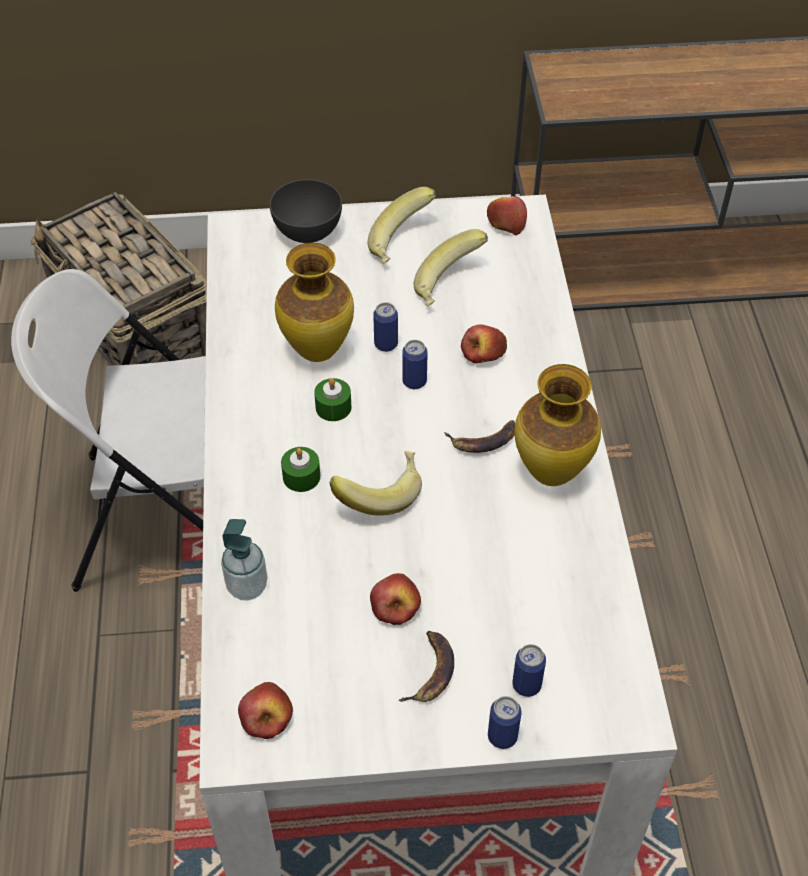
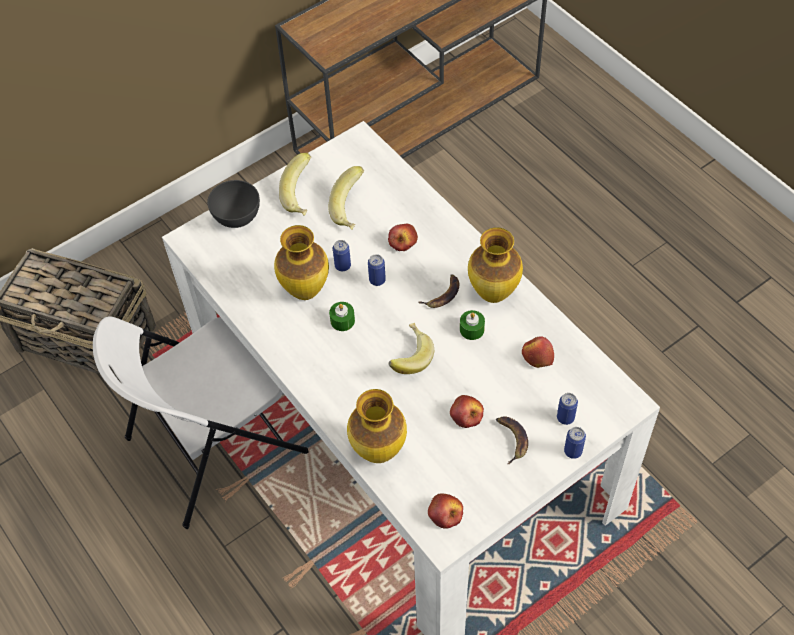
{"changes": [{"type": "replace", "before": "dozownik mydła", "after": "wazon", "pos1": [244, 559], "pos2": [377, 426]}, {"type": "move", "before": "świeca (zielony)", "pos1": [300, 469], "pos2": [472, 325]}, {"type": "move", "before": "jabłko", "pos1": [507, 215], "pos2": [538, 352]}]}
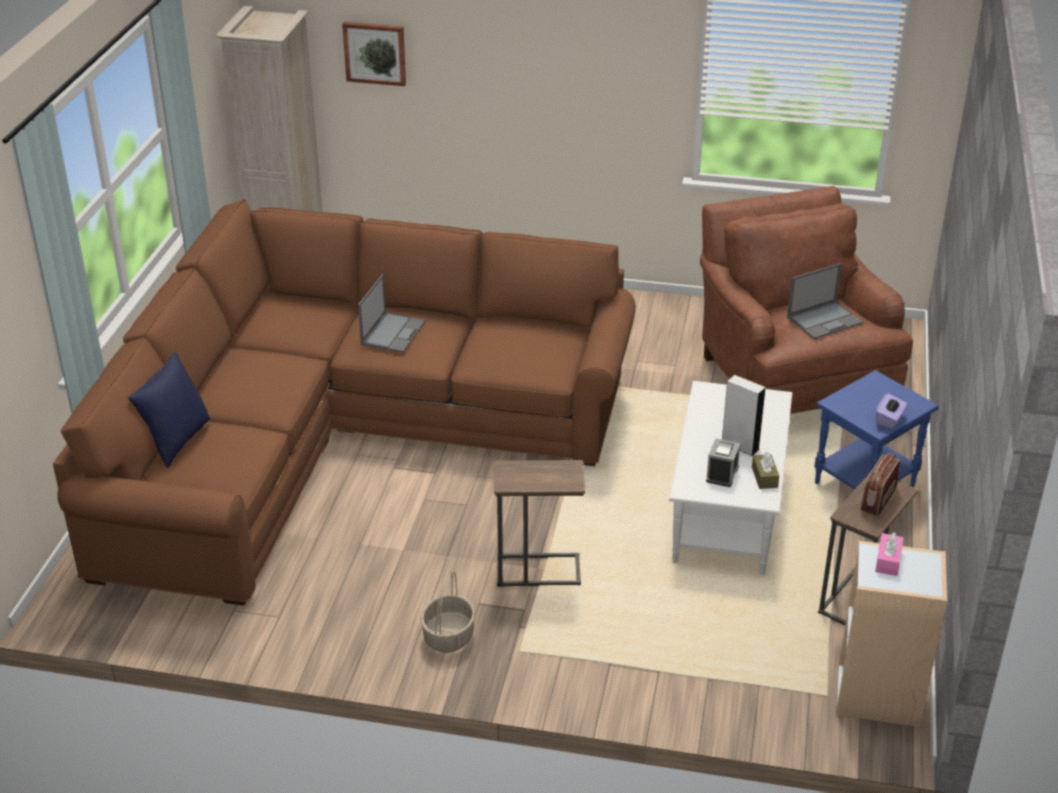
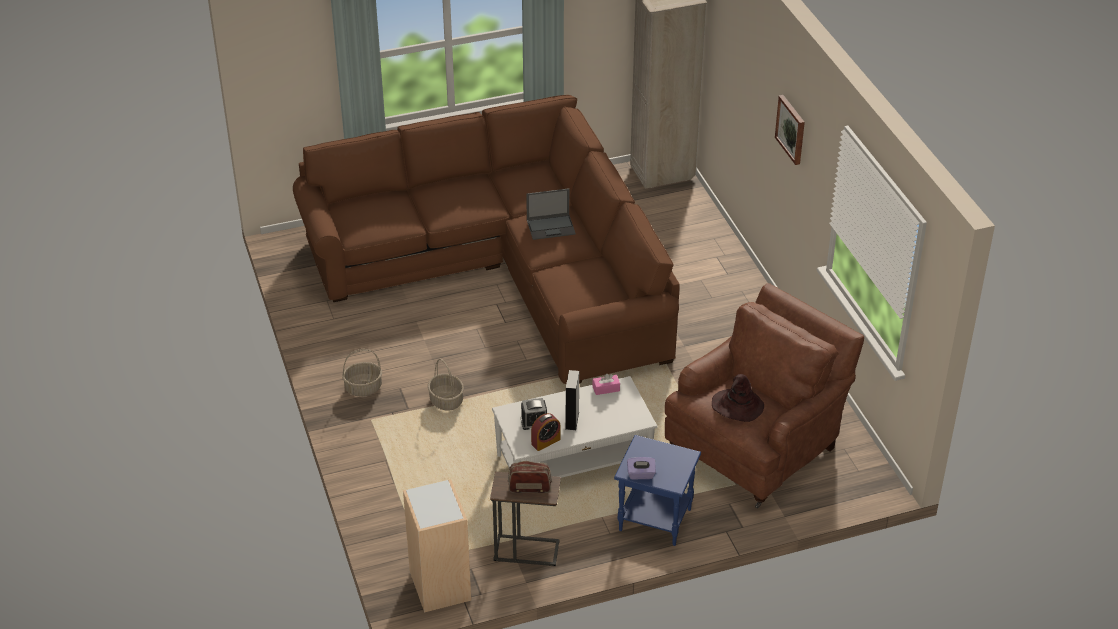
{"changes": [{"type": "replace", "before": "stolik (brązowy)", "after": "koszyk", "pos1": [539, 523], "pos2": [446, 384]}, {"type": "replace", "before": "pudełko chusteczek (brązowy)", "after": "budzik", "pos1": [765, 470], "pos2": [546, 432]}, {"type": "move", "before": "pudełko chusteczek (różowy)", "pos1": [889, 554], "pos2": [606, 384]}, {"type": "replace", "before": "laptop", "after": "kapelusz (brązowy)", "pos1": [825, 301], "pos2": [738, 398]}, {"type": "move", "before": "obraz", "pos1": [374, 54], "pos2": [790, 130]}, {"type": "delete", "before": "poduszka (niebieski)", "pos1": [169, 410]}]}
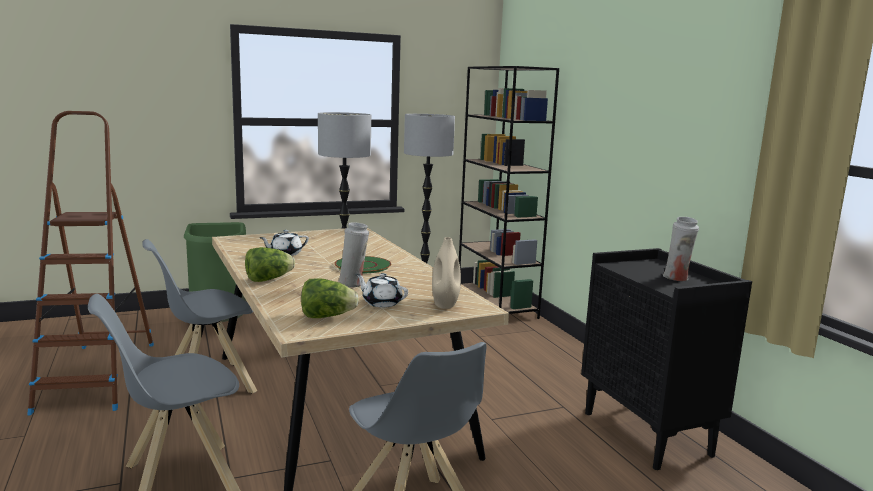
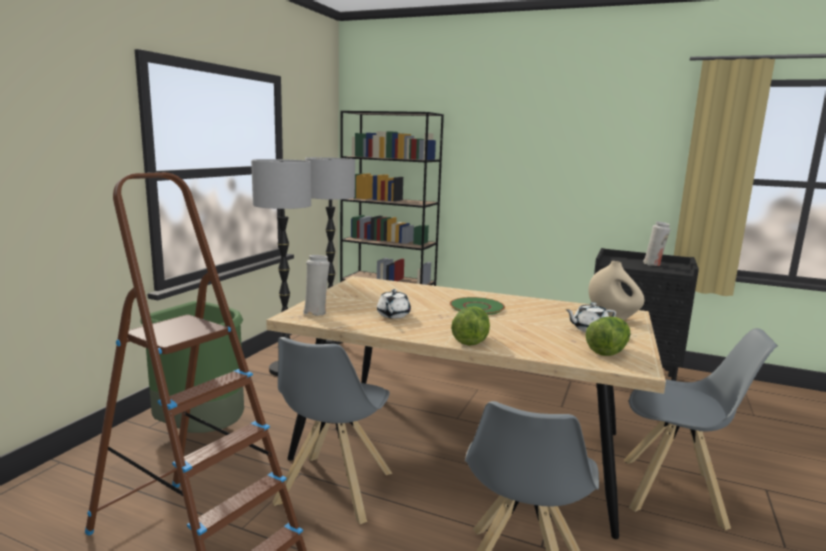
{"changes": [{"type": "move", "before": "wazon (biały)", "pos1": [353, 255], "pos2": [316, 285]}]}
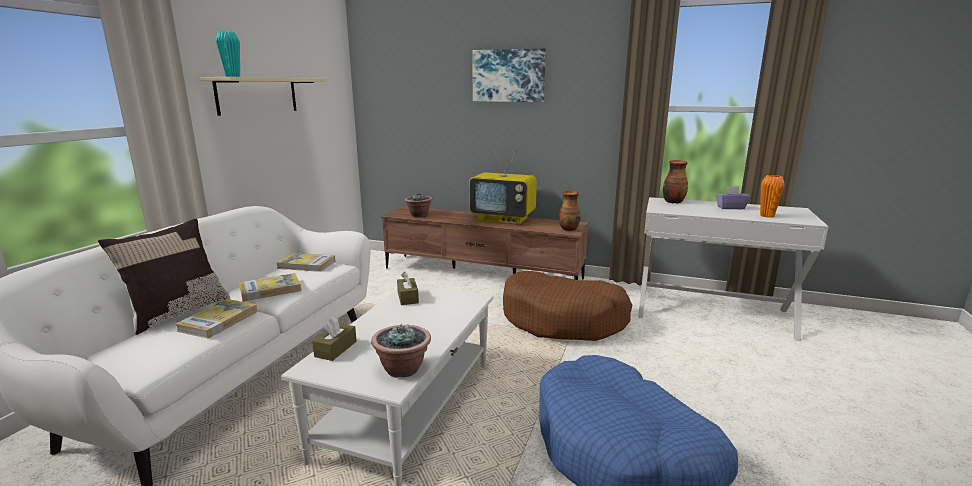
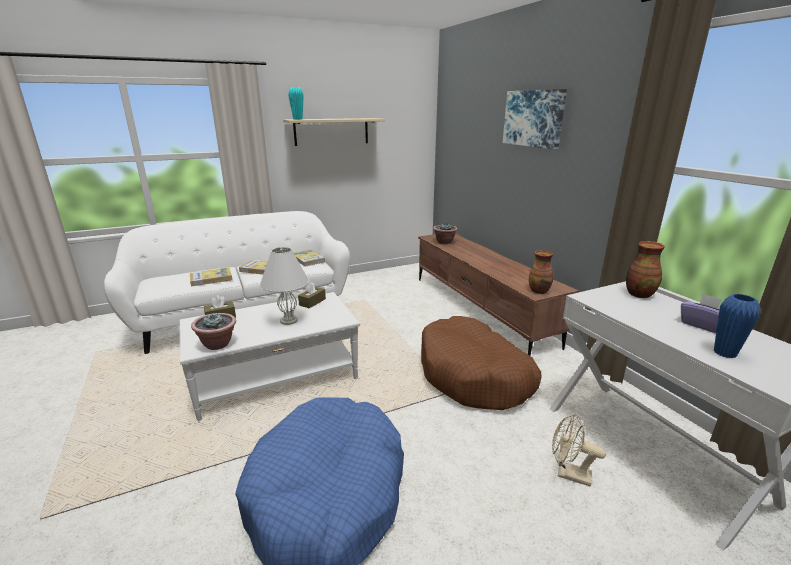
{"changes": [{"type": "insert", "after": "lampa stołowa (biały)", "pos2": [284, 286]}, {"type": "insert", "after": "wentylator (beżowy)", "pos2": [579, 450]}, {"type": "recolor", "before": "wazon (pomarańczowy)", "after": "wazon (niebieski)", "pos1": [772, 196], "pos2": [737, 326]}, {"type": "delete", "before": "poduszka", "pos1": [164, 277]}, {"type": "delete", "before": "telewizor", "pos1": [503, 186]}]}
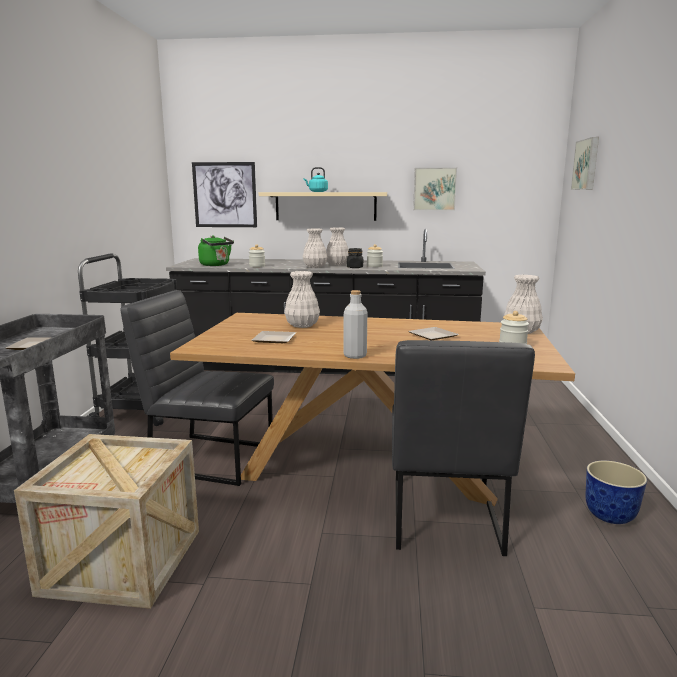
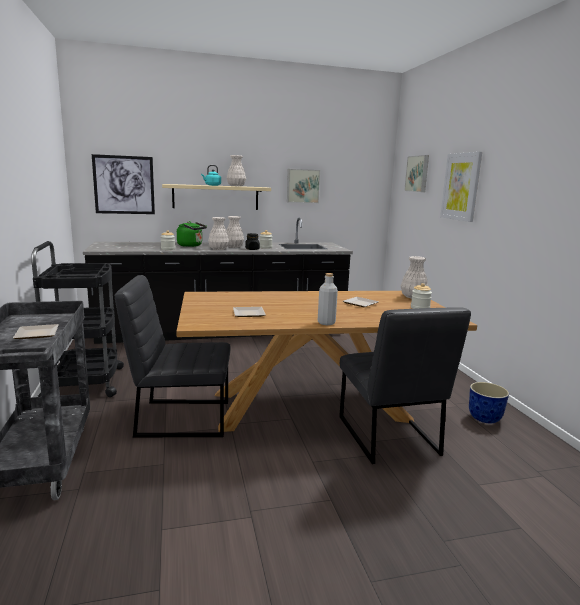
{"changes": [{"type": "move", "before": "czajnik (zielony)", "pos1": [216, 250], "pos2": [192, 234]}, {"type": "move", "before": "wazon (biały)", "pos1": [302, 299], "pos2": [236, 171]}, {"type": "insert", "after": "obraz", "pos2": [461, 187]}, {"type": "delete", "before": "skrzynka", "pos1": [106, 521]}]}
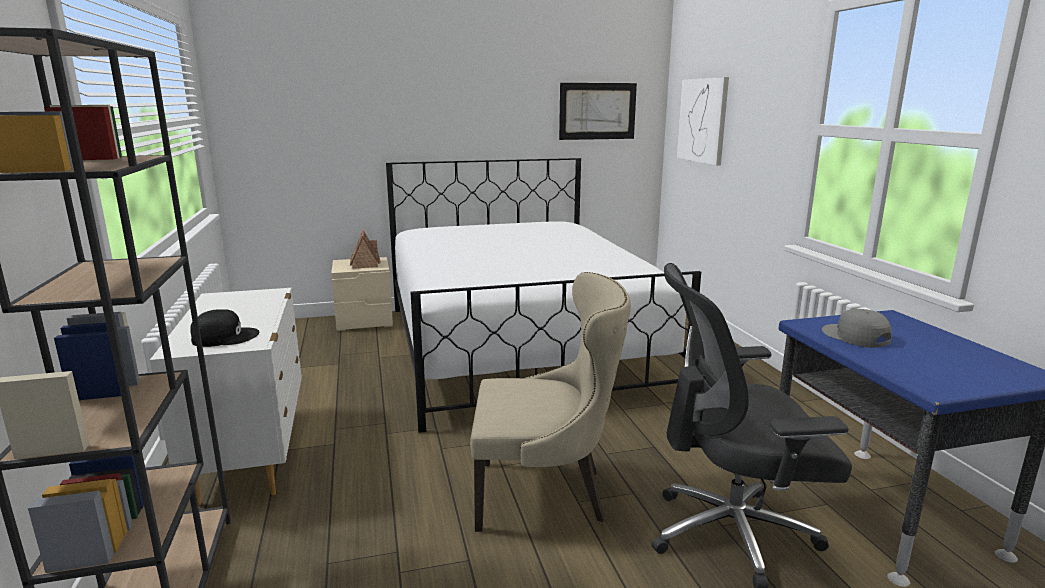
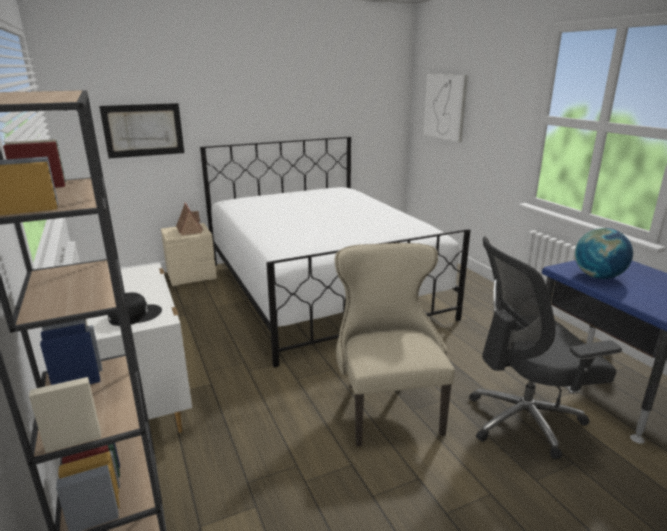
{"changes": [{"type": "move", "before": "obraz", "pos1": [598, 111], "pos2": [141, 130]}, {"type": "rotate", "before": "krzesło (beżowy)", "pos1": [550, 402], "pos2": [395, 345], "turn": -90}, {"type": "replace", "before": "czapka z daszkiem (szary)", "after": "globus", "pos1": [857, 328], "pos2": [604, 253]}]}
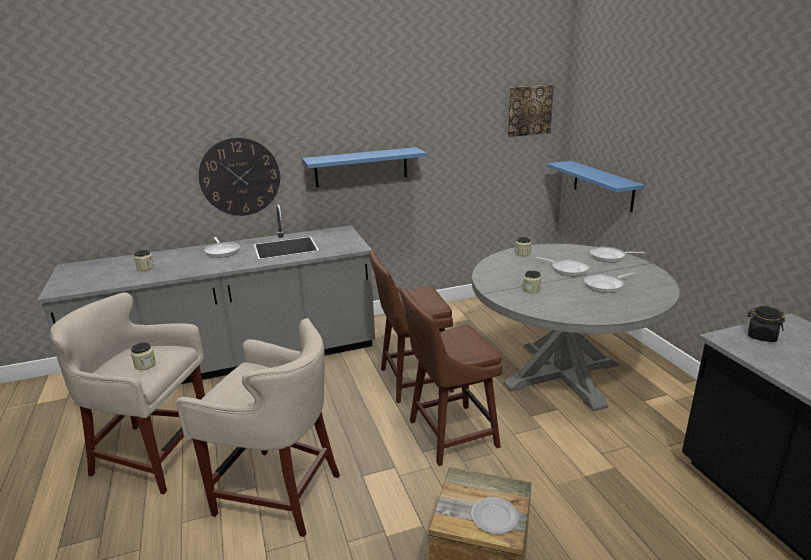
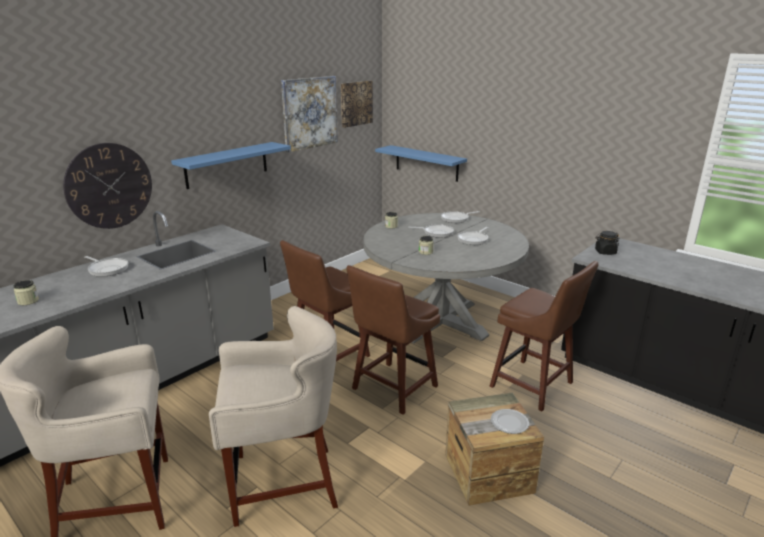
{"changes": [{"type": "insert", "after": "obraz", "pos2": [309, 114]}, {"type": "insert", "after": "krzesło (brązowy)", "pos2": [544, 336]}, {"type": "delete", "before": "słoik", "pos1": [143, 356]}]}
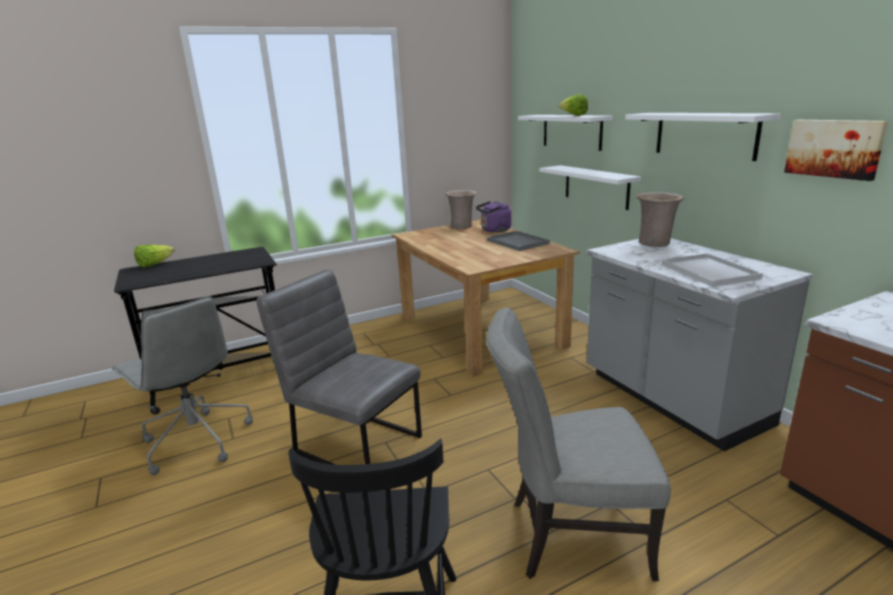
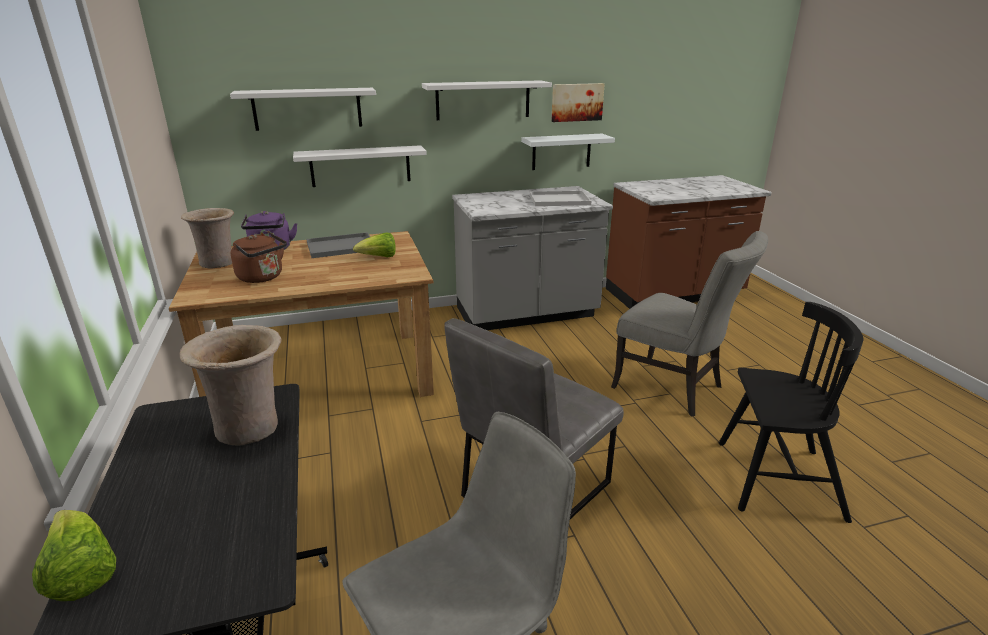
{"changes": [{"type": "move", "before": "wazon (beżowy)", "pos1": [660, 219], "pos2": [230, 385]}, {"type": "insert", "after": "czajnik (brązowy)", "pos2": [259, 258]}, {"type": "move", "before": "sałata", "pos1": [573, 105], "pos2": [374, 245]}, {"type": "insert", "after": "półka (biały)", "pos2": [568, 152]}, {"type": "rotate", "before": "krzesło (szary)", "pos1": [578, 444], "pos2": [689, 324], "turn": -60}]}
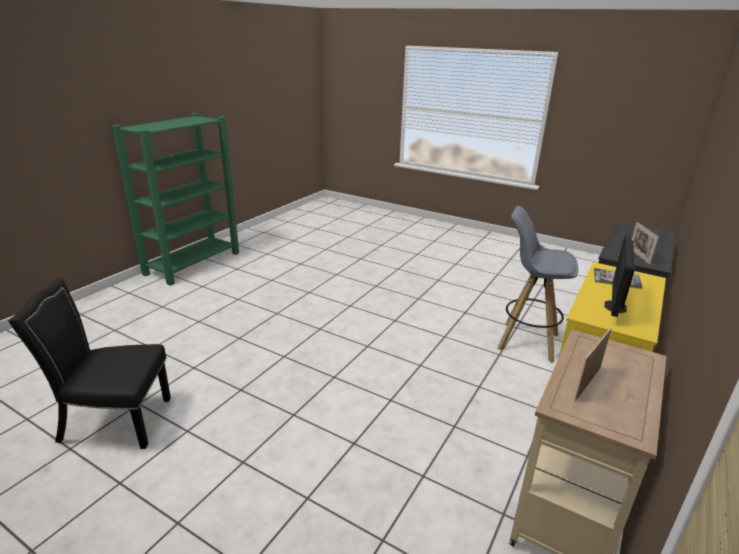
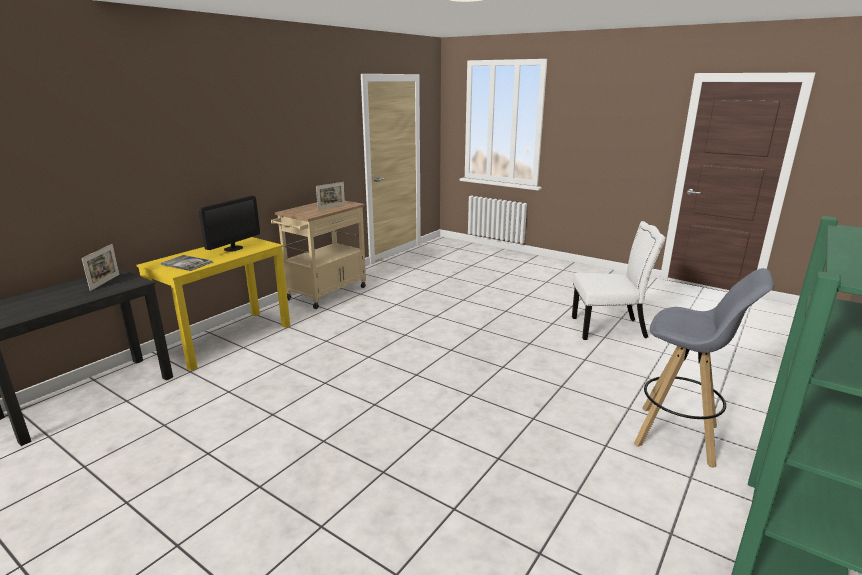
{"changes": [{"type": "recolor", "before": "krzesło (czarny)", "after": "krzesło (biały)", "pos1": [89, 363], "pos2": [619, 280]}, {"type": "move", "before": "stołek (szary)", "pos1": [537, 284], "pos2": [704, 368]}]}
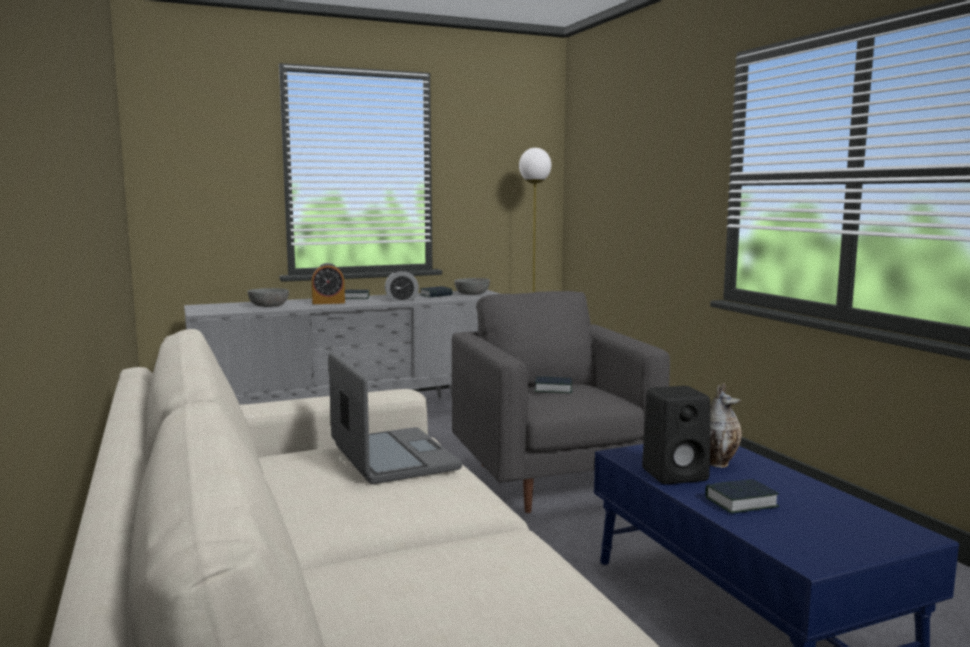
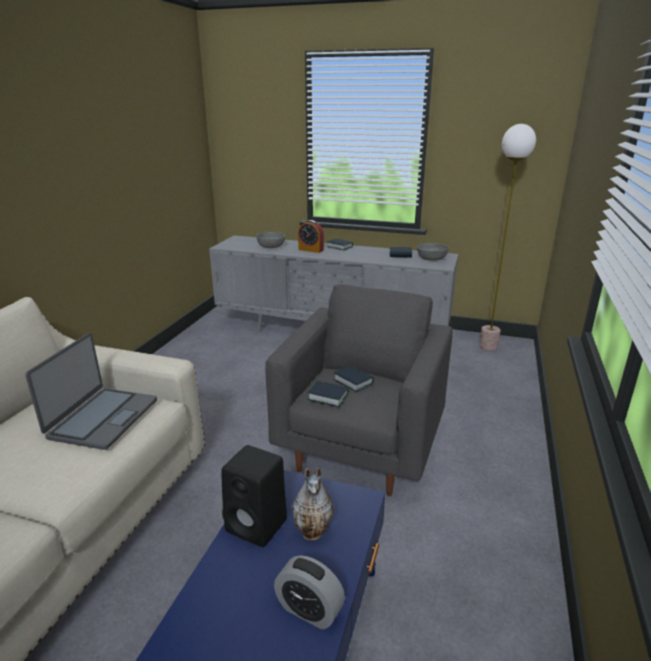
{"changes": [{"type": "move", "before": "budzik", "pos1": [402, 285], "pos2": [309, 592]}, {"type": "move", "before": "książka", "pos1": [742, 496], "pos2": [328, 394]}]}
